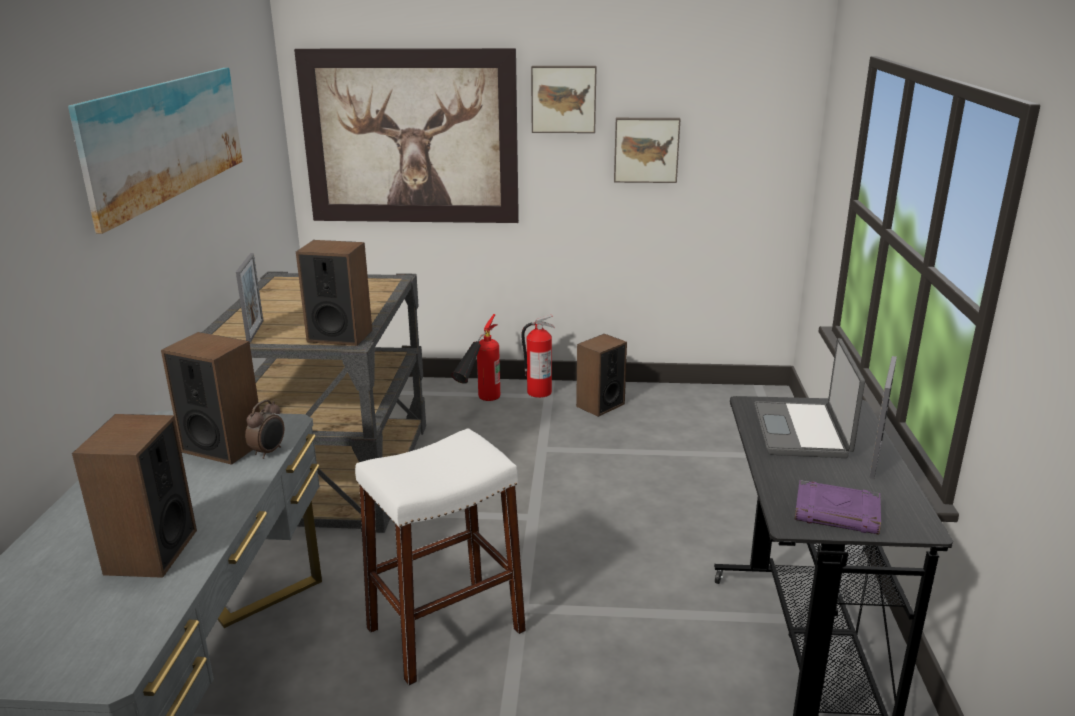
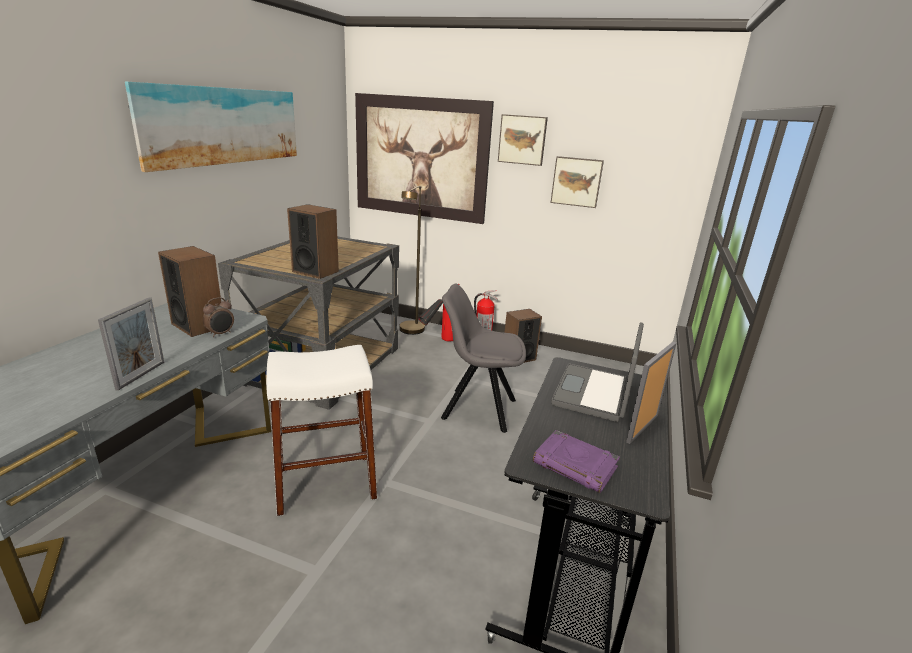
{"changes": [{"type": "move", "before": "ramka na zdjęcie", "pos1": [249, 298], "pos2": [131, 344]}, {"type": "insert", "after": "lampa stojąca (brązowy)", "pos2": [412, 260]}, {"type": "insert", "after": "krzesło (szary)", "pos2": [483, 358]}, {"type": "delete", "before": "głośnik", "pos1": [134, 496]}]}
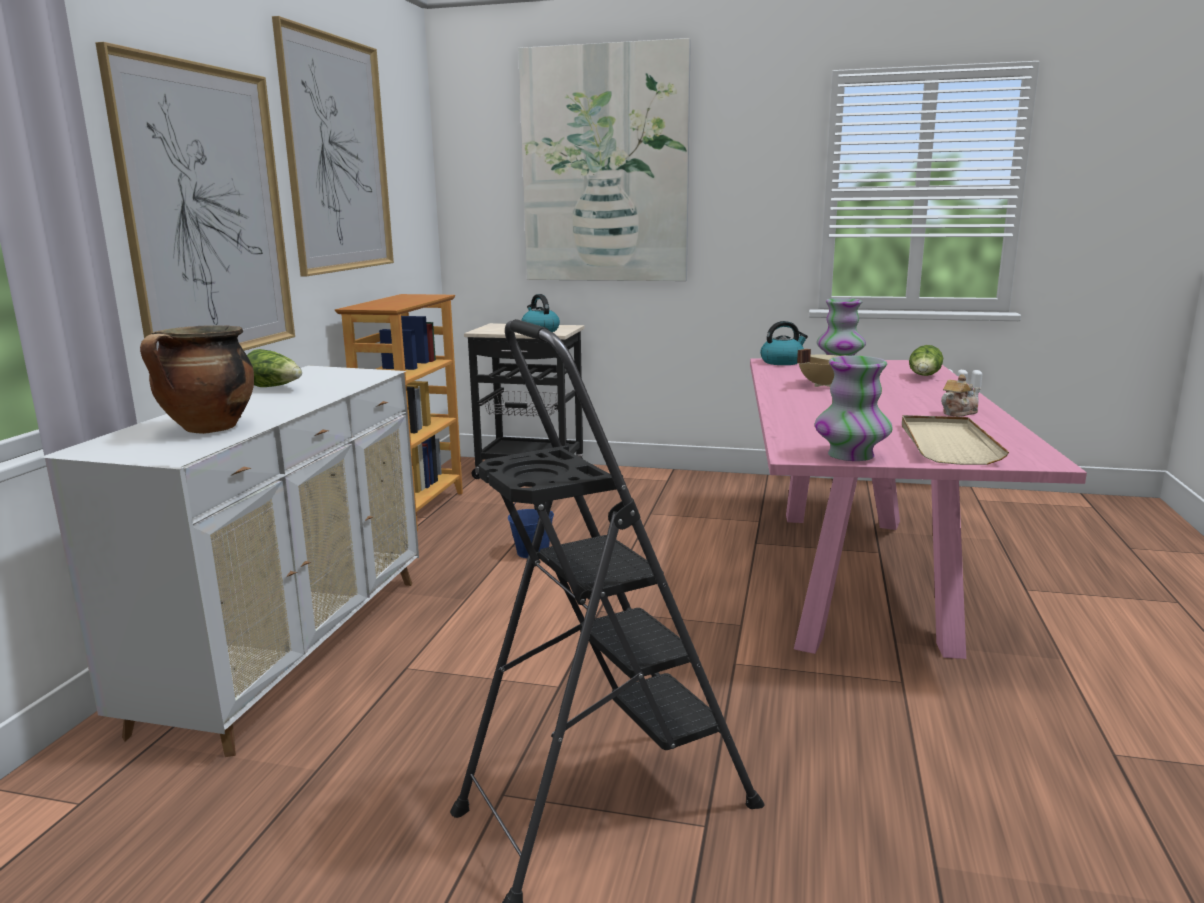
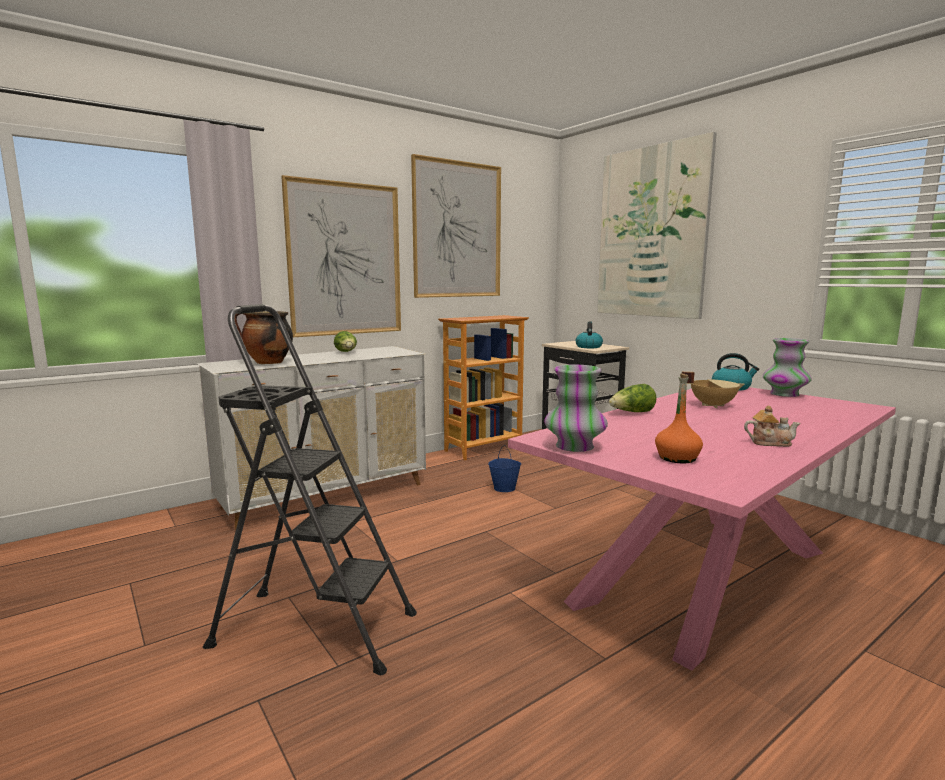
{"changes": [{"type": "move", "before": "sałata", "pos1": [926, 360], "pos2": [633, 398]}, {"type": "replace", "before": "taca (beżowy)", "after": "butelka (pomarańczowy)", "pos1": [955, 440], "pos2": [679, 418]}]}
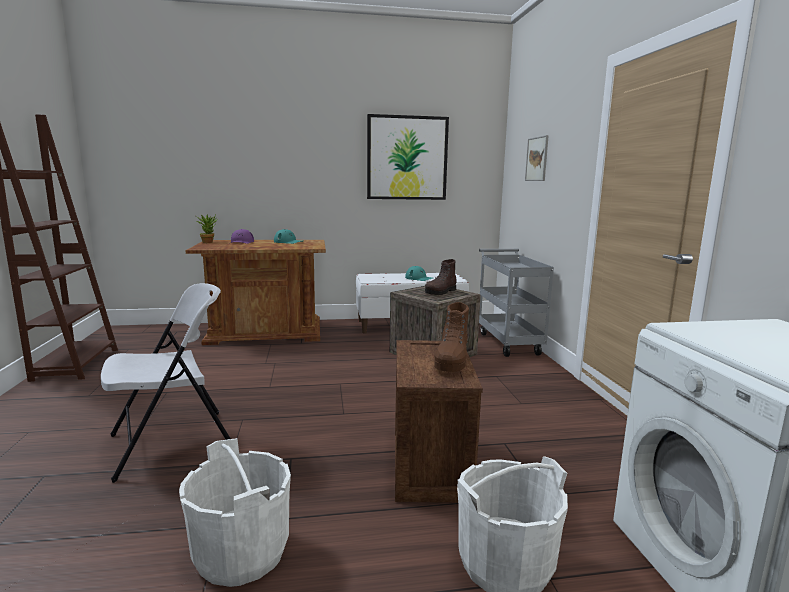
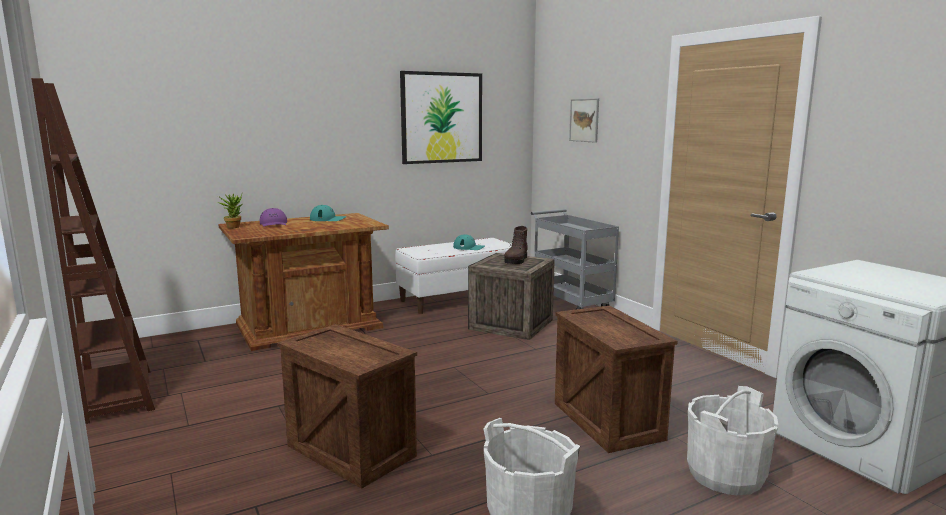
{"changes": [{"type": "replace", "before": "krzesło (biały)", "after": "skrzynka", "pos1": [166, 383], "pos2": [347, 406]}, {"type": "delete", "before": "but z cholewką (brązowy)", "pos1": [451, 337]}]}
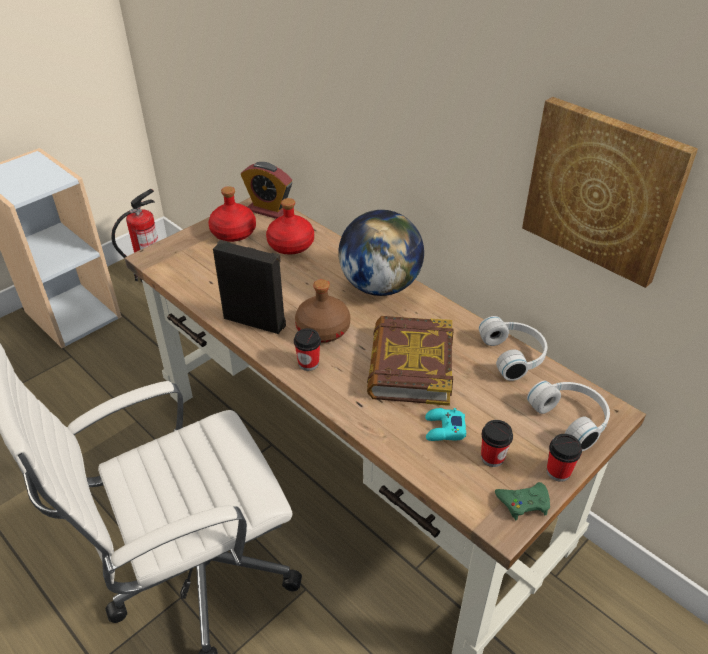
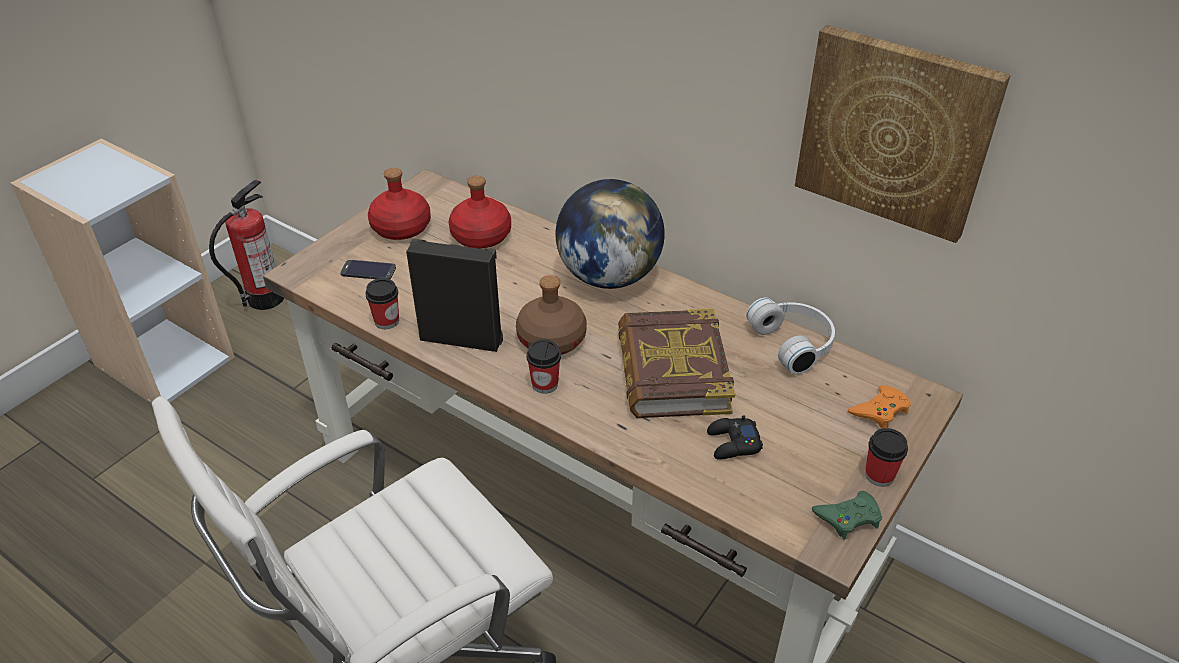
{"changes": [{"type": "insert", "after": "telefon", "pos2": [368, 269]}, {"type": "move", "before": "filiżanka", "pos1": [497, 443], "pos2": [382, 303]}, {"type": "recolor", "before": "pad do gier (turkusowy)", "after": "pad do gier (czarny)", "pos1": [445, 424], "pos2": [735, 437]}, {"type": "replace", "before": "słuchawki (biały)", "after": "pad do gier (pomarańczowy)", "pos1": [568, 416], "pos2": [879, 406]}, {"type": "delete", "before": "budzik", "pos1": [266, 190]}]}
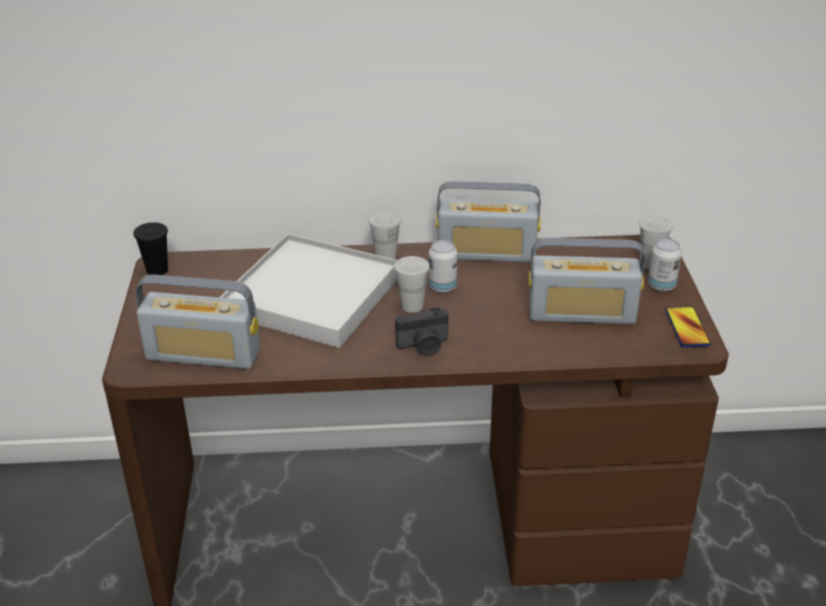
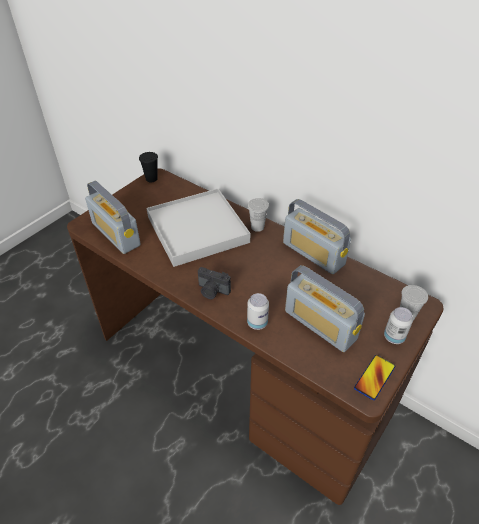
{"changes": [{"type": "move", "before": "puszka", "pos1": [443, 266], "pos2": [258, 311]}, {"type": "delete", "before": "filiżanka (biały)", "pos1": [412, 284]}]}
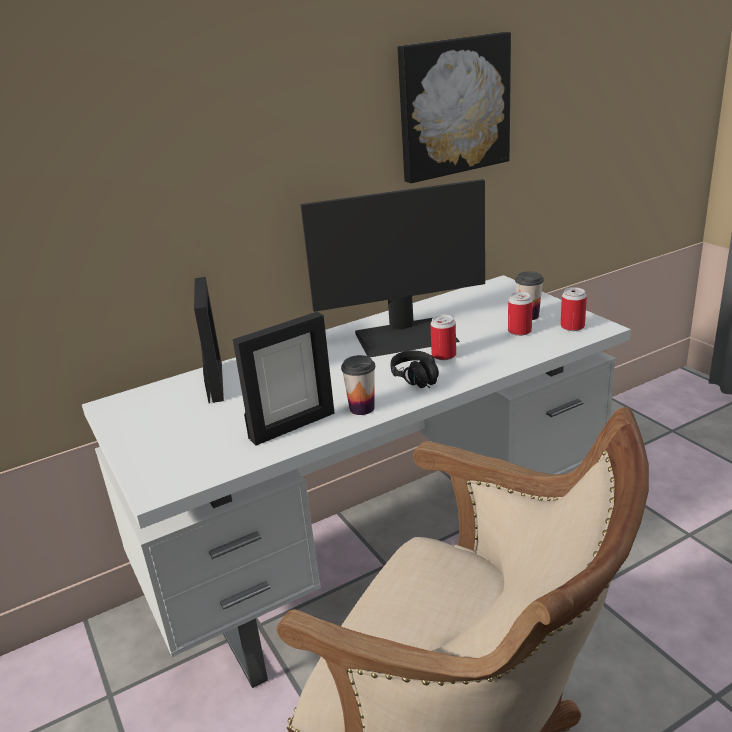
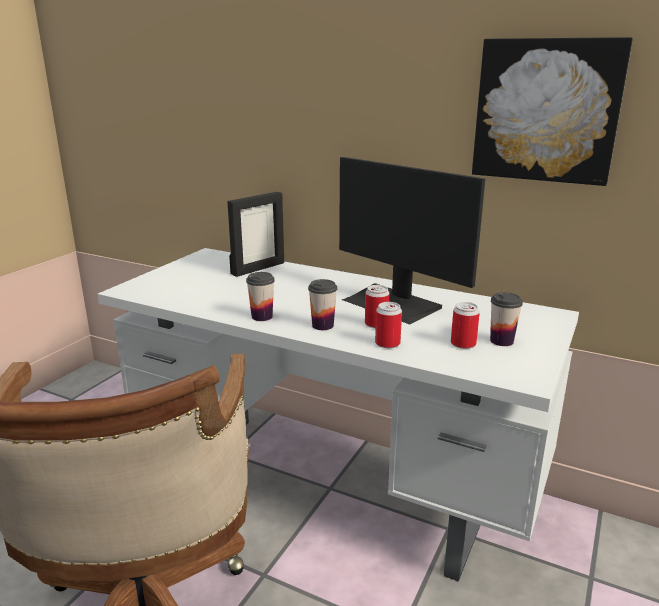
{"changes": [{"type": "replace", "before": "słuchawki (czarny)", "after": "filiżanka", "pos1": [415, 369], "pos2": [322, 304]}, {"type": "move", "before": "puszka", "pos1": [574, 309], "pos2": [388, 325]}, {"type": "delete", "before": "ramka na zdjęcie", "pos1": [283, 379]}]}
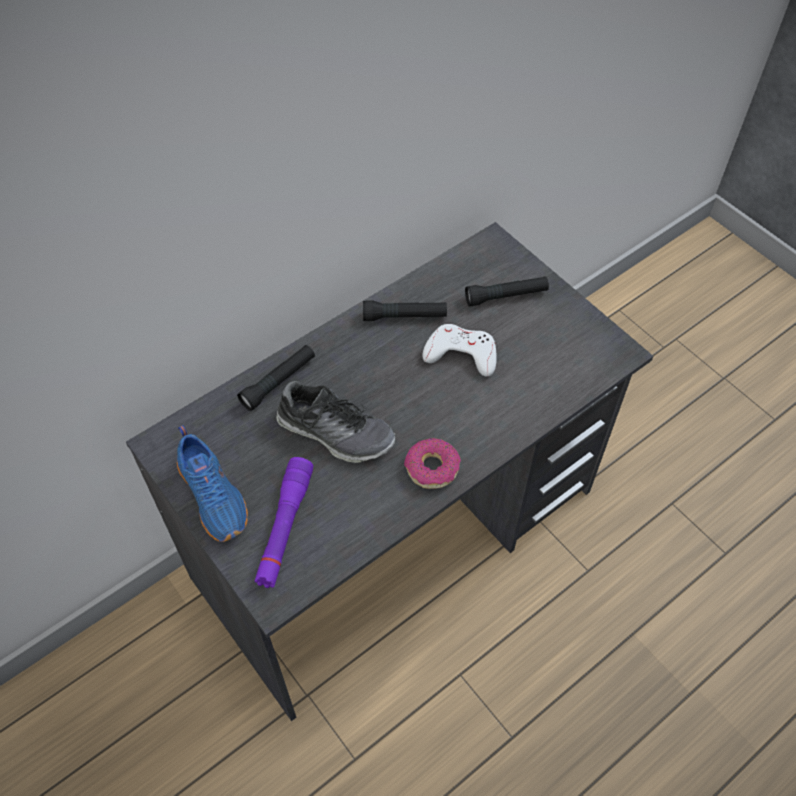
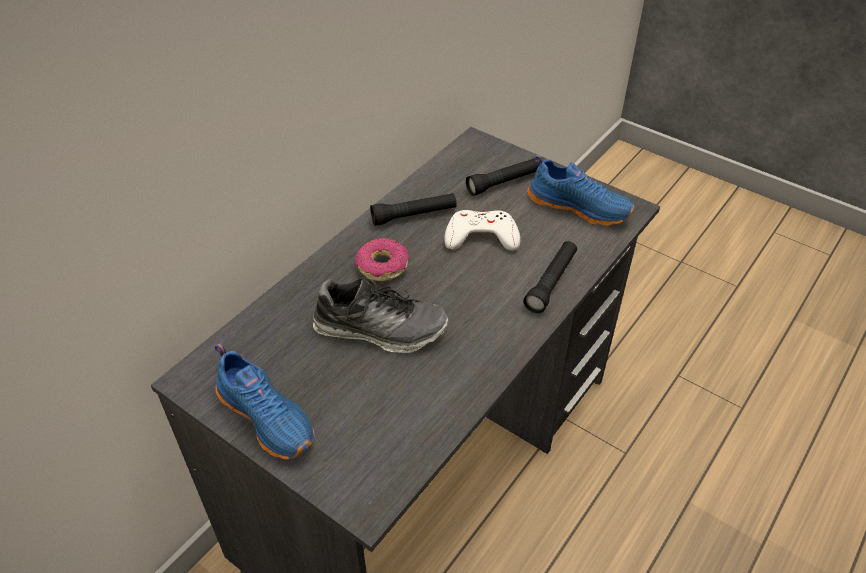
{"changes": [{"type": "move", "before": "donut", "pos1": [432, 463], "pos2": [382, 260]}, {"type": "move", "before": "latarka (czarny)", "pos1": [276, 378], "pos2": [550, 277]}, {"type": "insert", "after": "but (niebieski)", "pos2": [581, 190]}, {"type": "delete", "before": "latarka (fioletowy)", "pos1": [284, 522]}]}
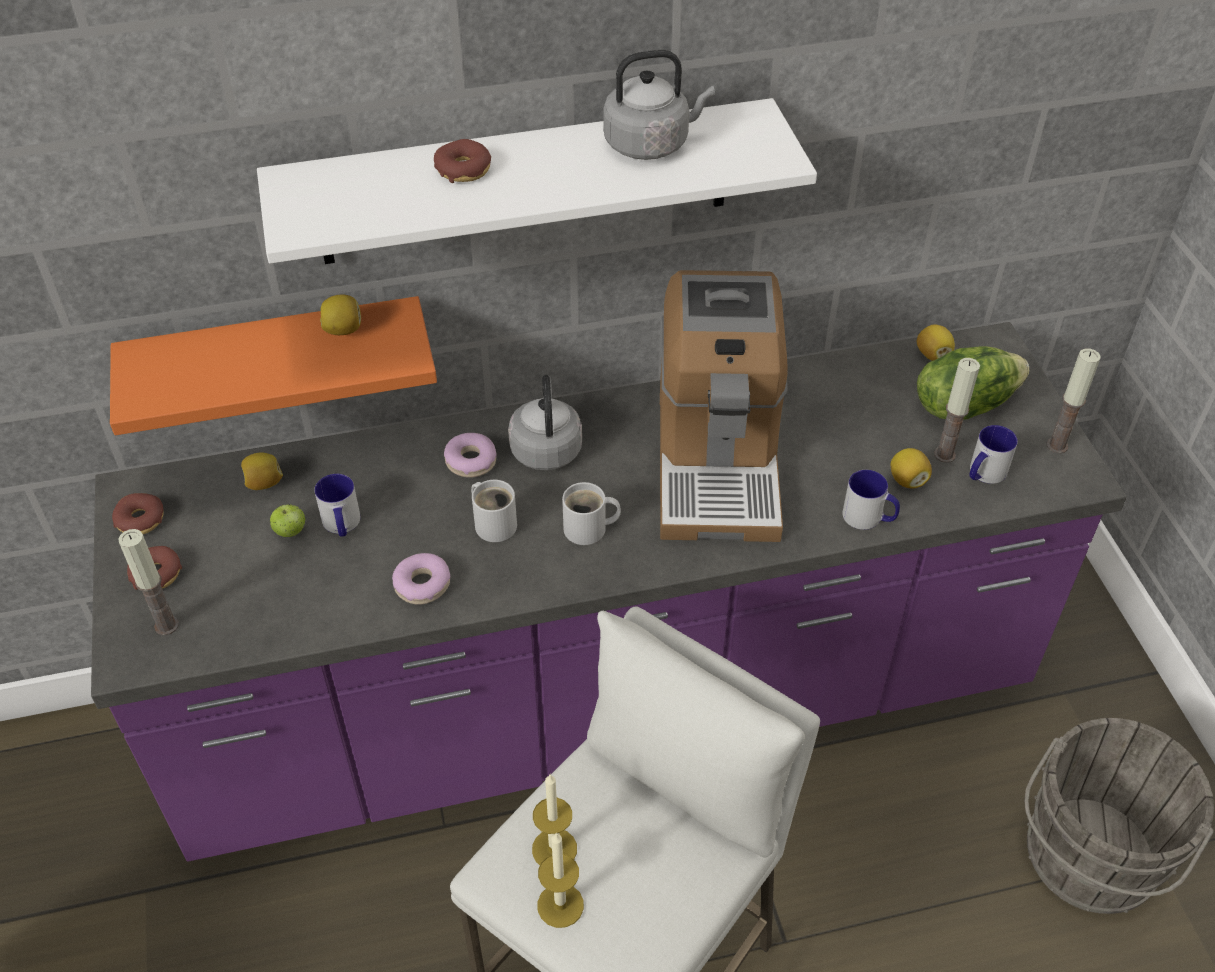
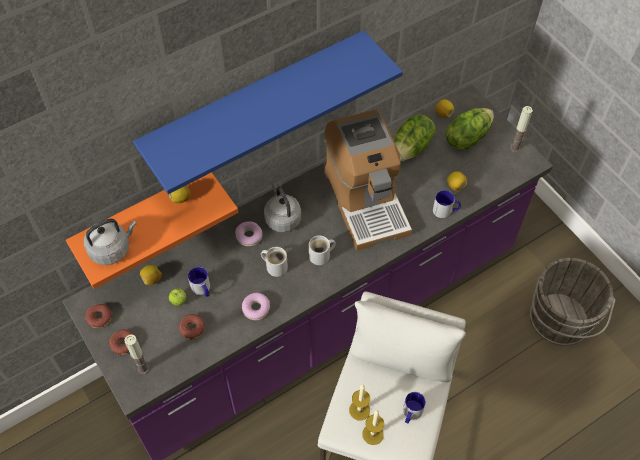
{"changes": [{"type": "move", "before": "czajnik (szary)", "pos1": [659, 105], "pos2": [110, 242]}, {"type": "recolor", "before": "półka (biały)", "after": "półka (niebieski)", "pos1": [537, 181], "pos2": [268, 112]}, {"type": "move", "before": "donut", "pos1": [462, 161], "pos2": [192, 327]}, {"type": "insert", "after": "sałata", "pos2": [415, 138]}, {"type": "move", "before": "kubek", "pos1": [993, 454], "pos2": [414, 407]}, {"type": "delete", "before": "świeca", "pos1": [957, 410]}]}
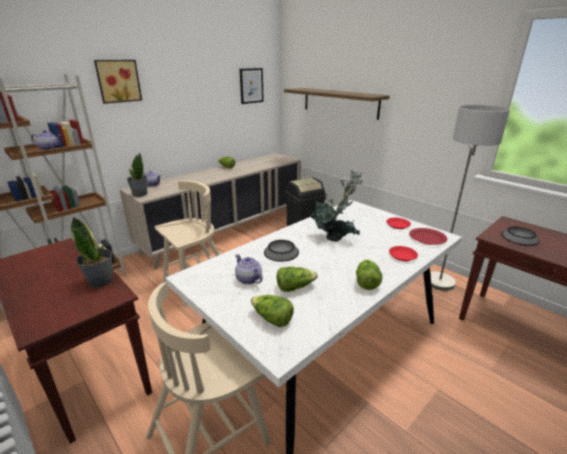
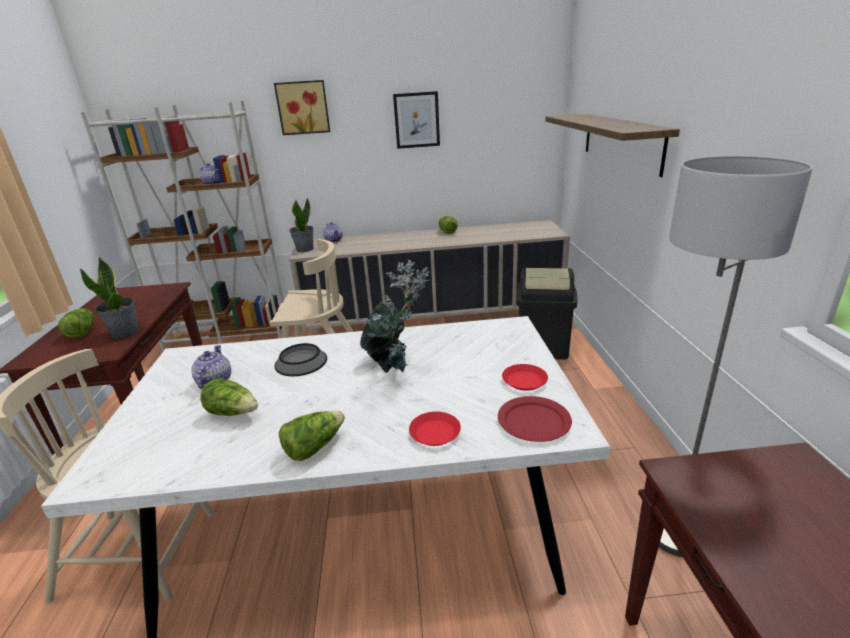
{"changes": [{"type": "move", "before": "sałata", "pos1": [272, 311], "pos2": [76, 323]}, {"type": "move", "before": "obraz", "pos1": [251, 86], "pos2": [416, 120]}, {"type": "delete", "before": "miska", "pos1": [520, 236]}]}
